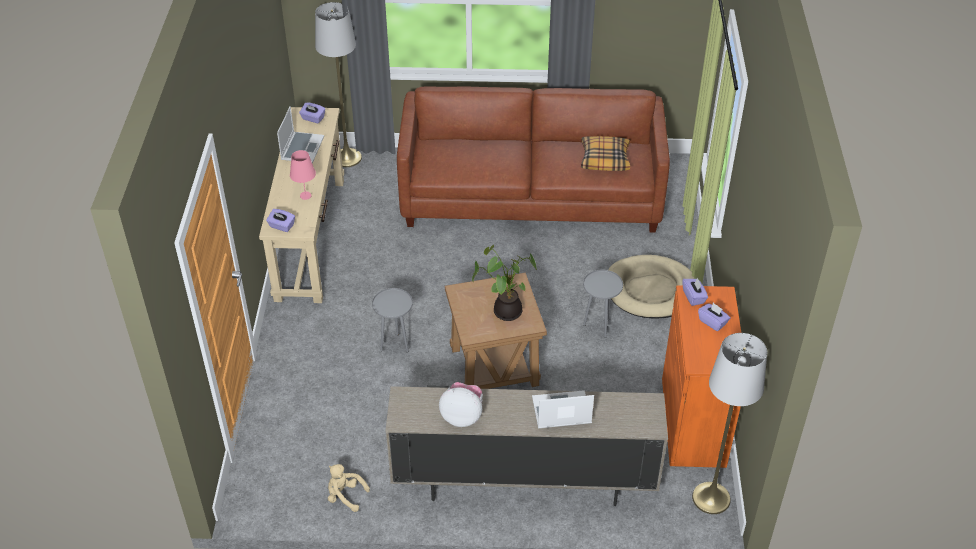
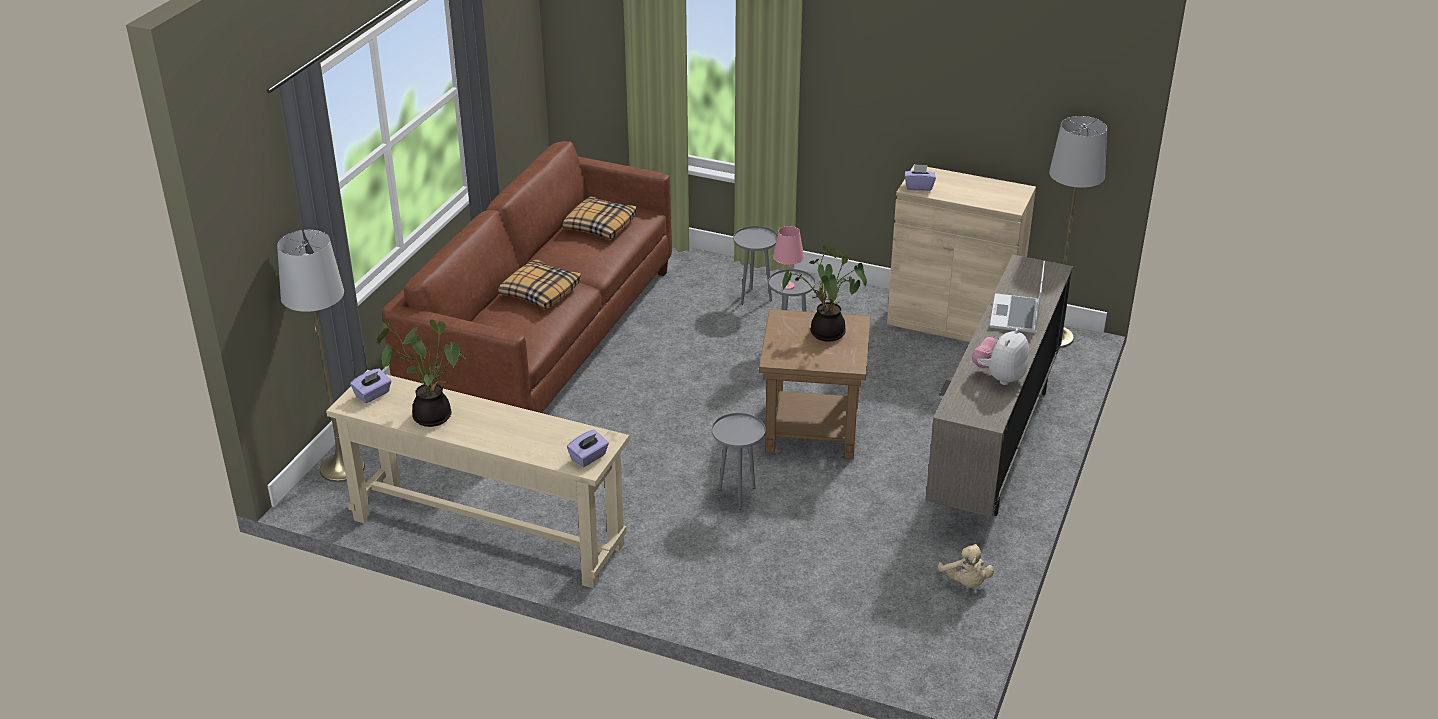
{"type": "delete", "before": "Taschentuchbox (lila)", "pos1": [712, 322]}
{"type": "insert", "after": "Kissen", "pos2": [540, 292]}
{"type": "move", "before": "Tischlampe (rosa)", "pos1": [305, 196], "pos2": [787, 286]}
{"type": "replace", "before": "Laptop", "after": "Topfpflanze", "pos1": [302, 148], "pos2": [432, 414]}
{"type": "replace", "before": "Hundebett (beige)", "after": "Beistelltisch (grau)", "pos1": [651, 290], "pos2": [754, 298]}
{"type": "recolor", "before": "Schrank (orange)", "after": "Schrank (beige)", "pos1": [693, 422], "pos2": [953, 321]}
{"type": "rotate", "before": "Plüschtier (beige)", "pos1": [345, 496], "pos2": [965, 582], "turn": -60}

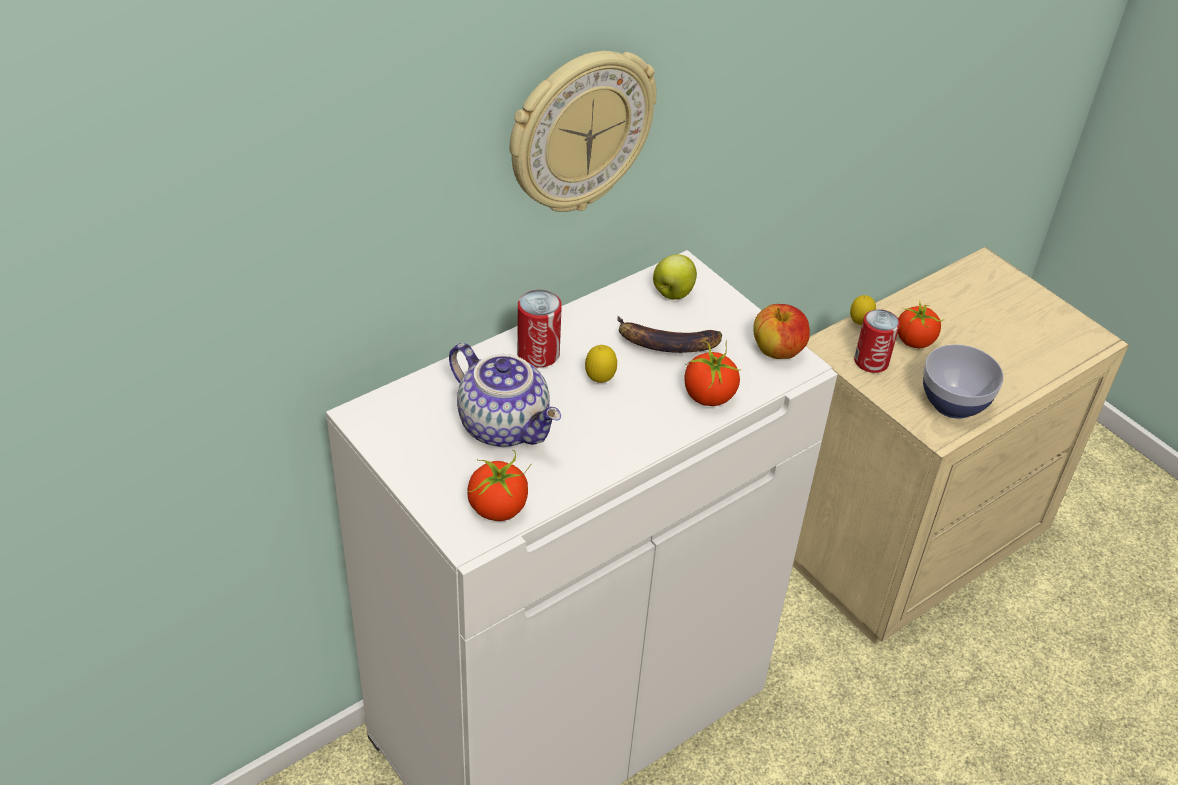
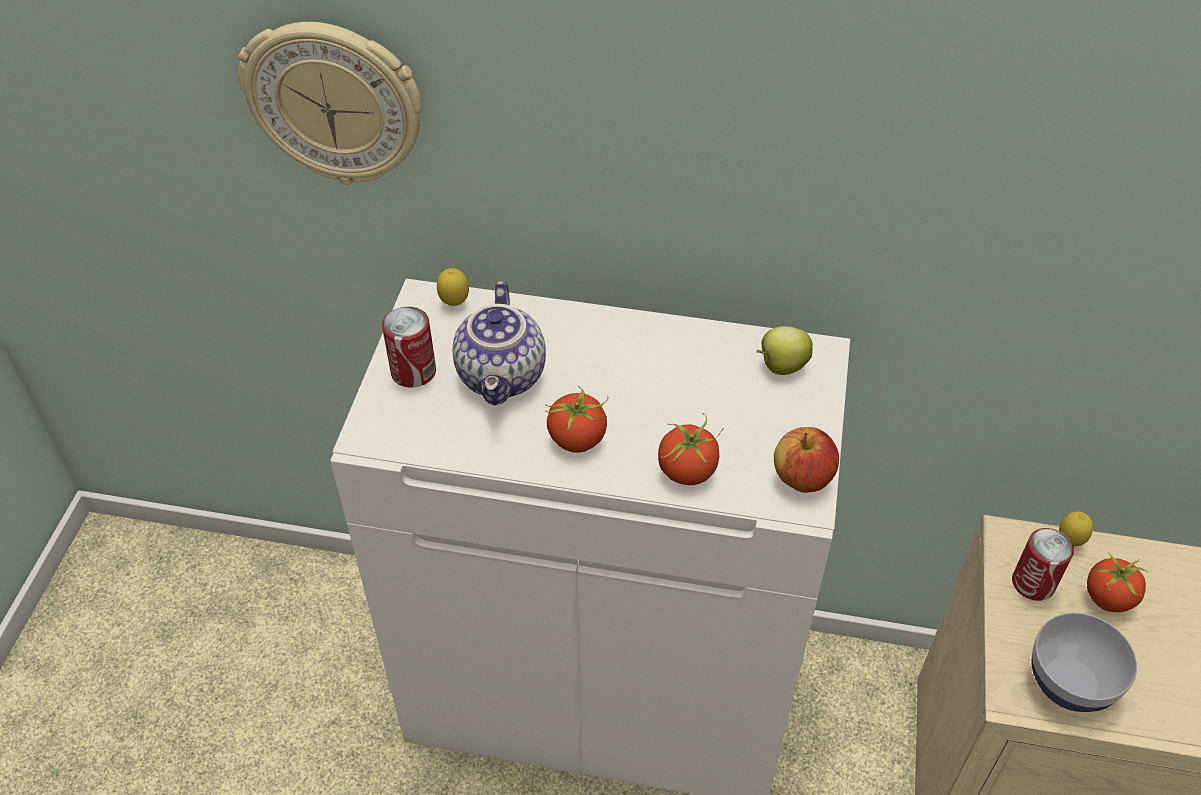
{"type": "delete", "before": "Banane", "pos1": [666, 343]}
{"type": "move", "before": "Tomate", "pos1": [498, 508], "pos2": [578, 439]}
{"type": "move", "before": "Wanduhr", "pos1": [579, 131], "pos2": [335, 103]}
{"type": "move", "before": "Dose", "pos1": [538, 354], "pos2": [413, 372]}
{"type": "move", "before": "Zitrone", "pos1": [600, 381], "pos2": [454, 303]}

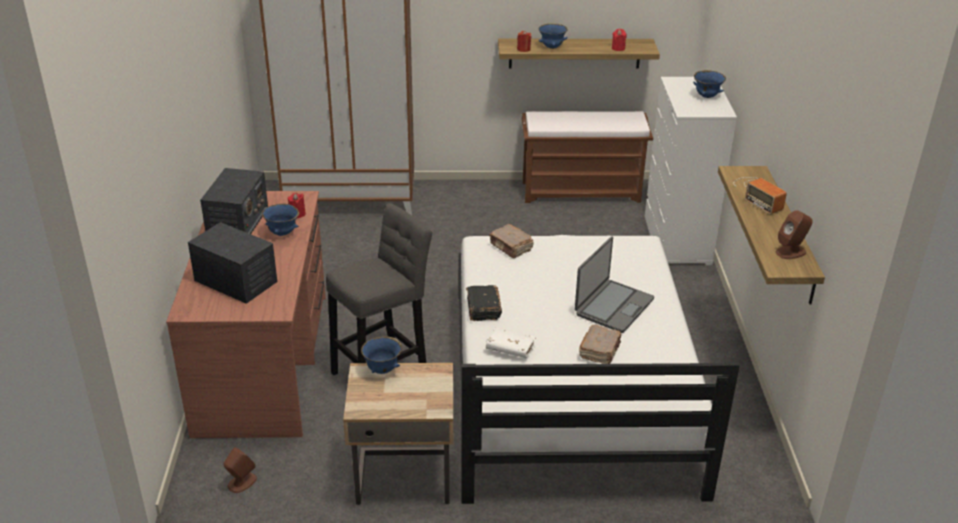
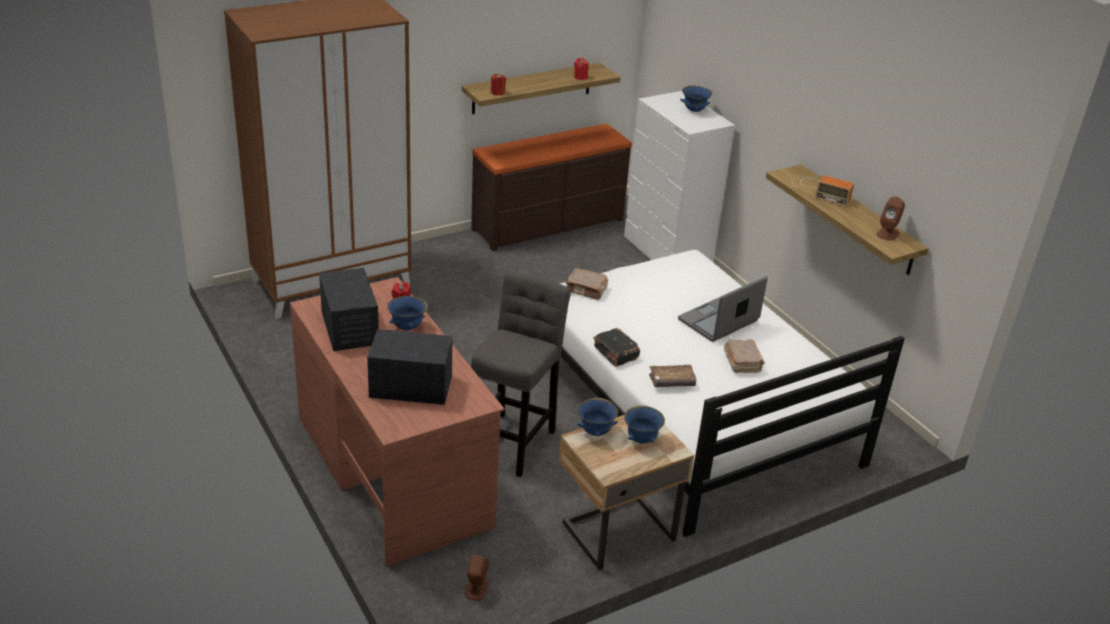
{"type": "move", "before": "Schüssel (blau)", "pos1": [552, 47], "pos2": [641, 439]}
{"type": "replace", "before": "Bank (braun)", "after": "Kommode (braun)", "pos1": [582, 191], "pos2": [549, 225]}
{"type": "recolor", "before": "Buch (weiß)", "after": "Buch (braun)", "pos1": [510, 348], "pos2": [671, 382]}
{"type": "rotate", "before": "Laptop", "pos1": [613, 306], "pos2": [719, 321], "turn": -135}

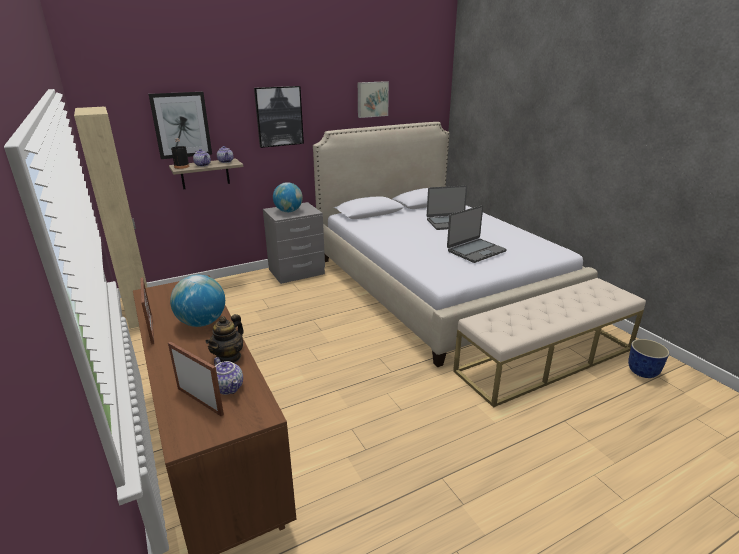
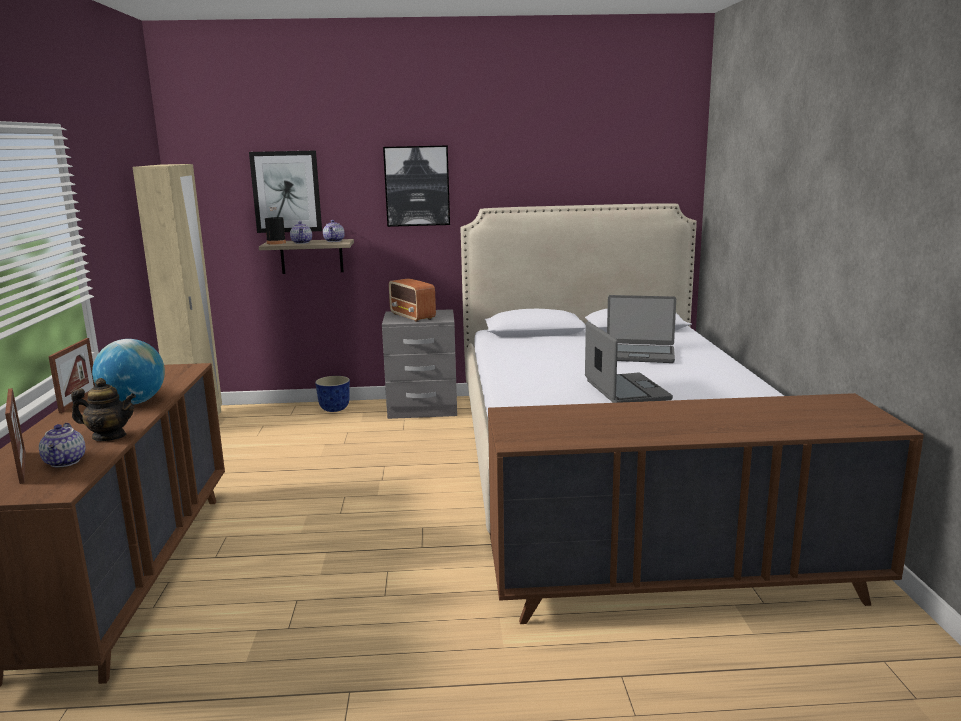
{"type": "delete", "before": "Bild", "pos1": [372, 99]}
{"type": "move", "before": "Pflanzkübel", "pos1": [642, 372], "pos2": [334, 409]}
{"type": "replace", "before": "Globus", "after": "Radio", "pos1": [288, 211], "pos2": [412, 316]}
{"type": "replace", "before": "Bank (beige)", "after": "Kommode (braun)", "pos1": [545, 360], "pos2": [683, 586]}
{"type": "rotate", "before": "Teekanne", "pos1": [229, 357], "pos2": [109, 436], "turn": -135}
{"type": "rotate", "before": "Laptop", "pos1": [475, 251], "pos2": [625, 390], "turn": -90}

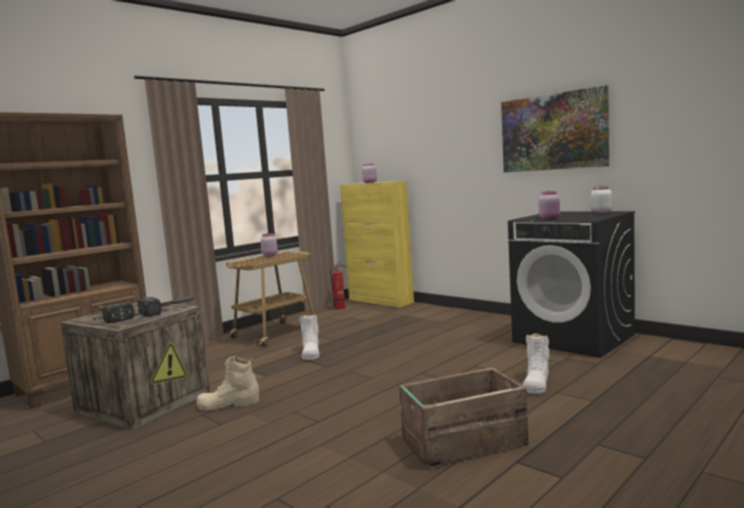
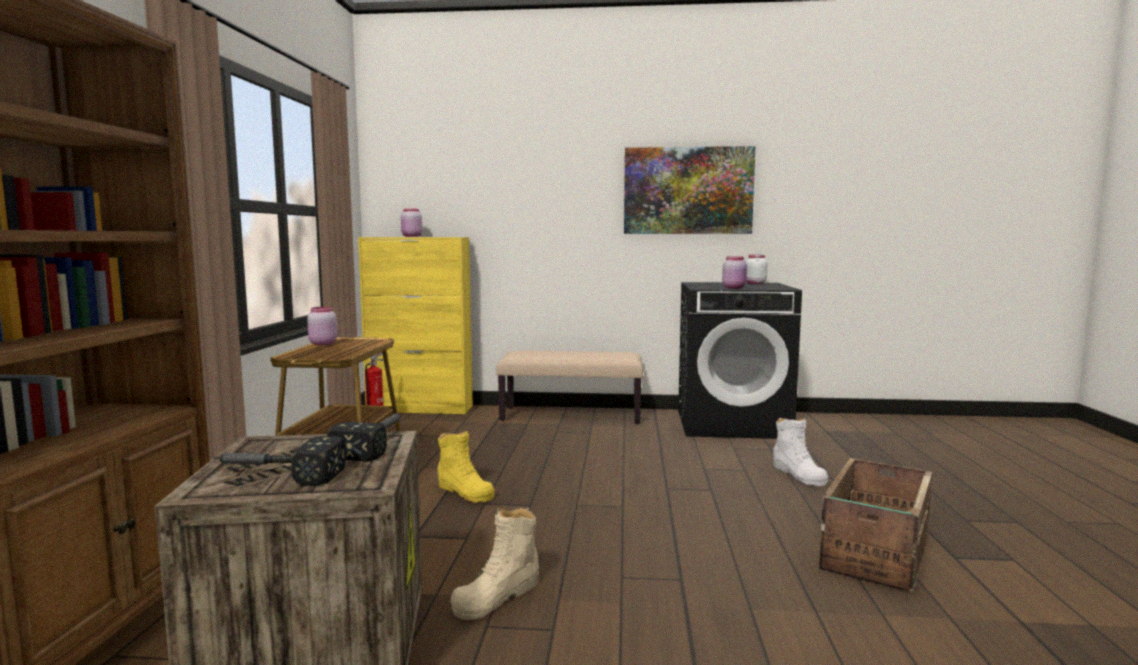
{"type": "insert", "after": "Bank (beige)", "pos2": [571, 415]}
{"type": "recolor", "before": "Stiefel (weiß)", "after": "Stiefel (gelb)", "pos1": [311, 353], "pos2": [465, 491]}

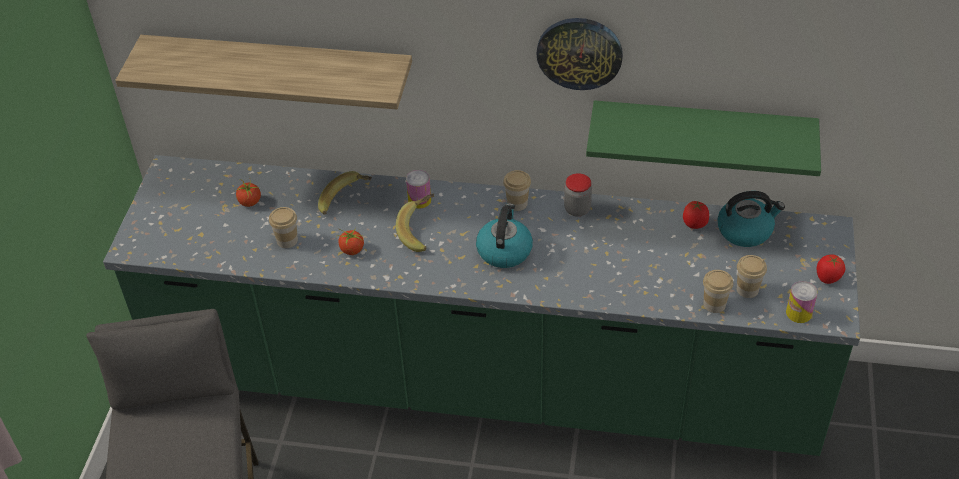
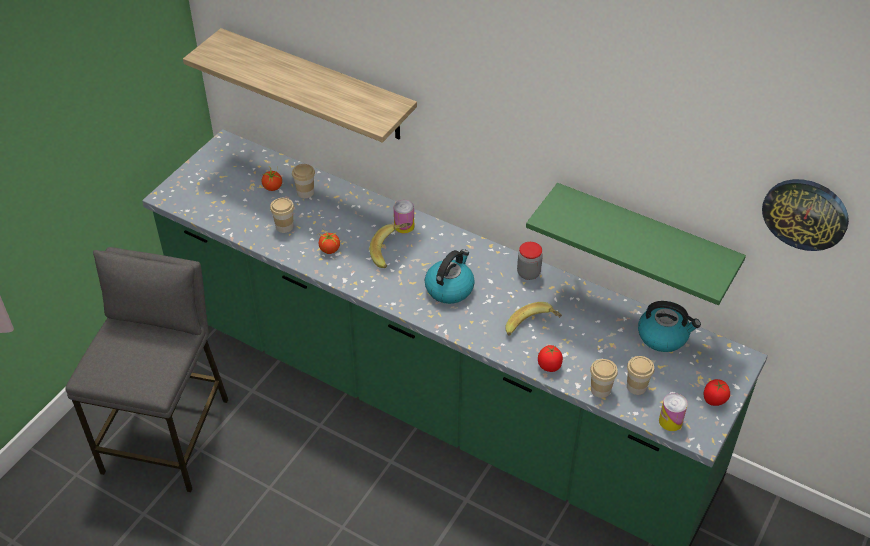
{"type": "move", "before": "Banane", "pos1": [346, 201], "pos2": [533, 329]}
{"type": "move", "before": "Tasse", "pos1": [517, 203], "pos2": [305, 192]}
{"type": "move", "before": "Wanduhr", "pos1": [579, 52], "pos2": [805, 213]}
{"type": "move", "before": "Tomate", "pos1": [695, 224], "pos2": [549, 366]}

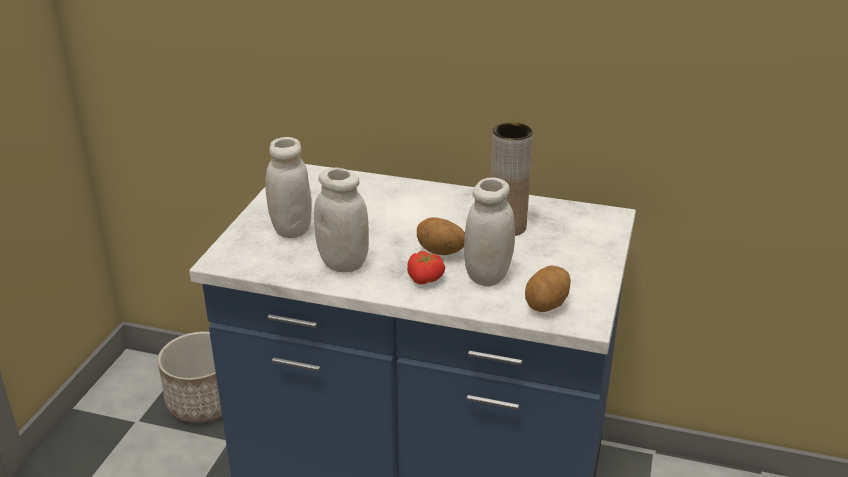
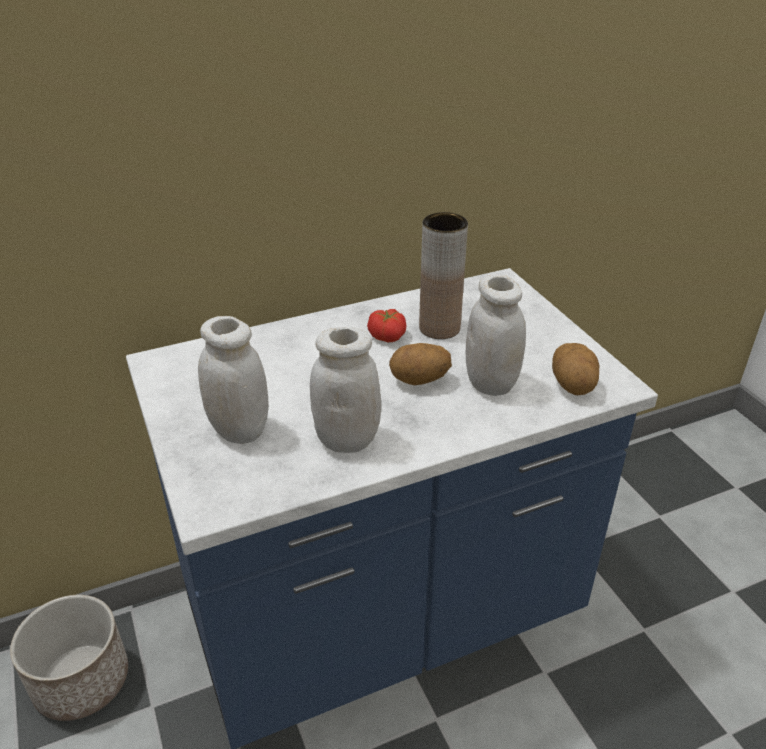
{"type": "move", "before": "Tomate", "pos1": [426, 278], "pos2": [388, 336]}

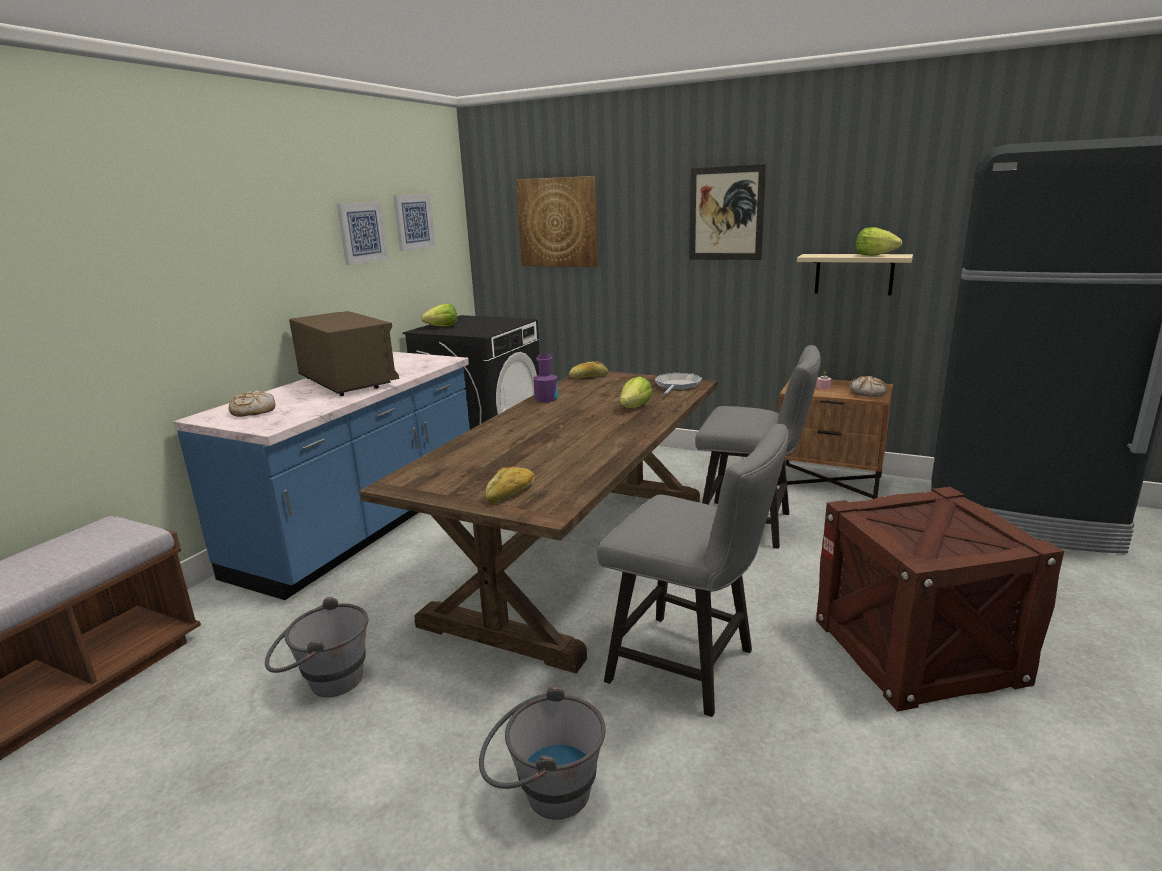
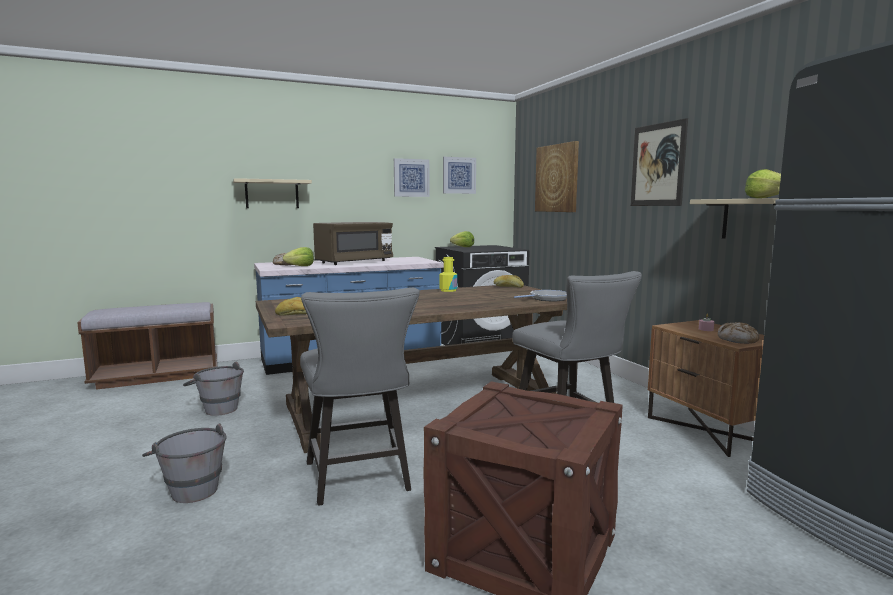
{"type": "insert", "after": "Wandregal (beige)", "pos2": [272, 194]}
{"type": "move", "before": "Salatkopf", "pos1": [635, 407], "pos2": [300, 266]}
{"type": "recolor", "before": "Flasche (lila)", "after": "Flasche (gelb)", "pos1": [546, 399], "pos2": [448, 290]}
{"type": "rotate", "before": "Mikrowelle (braun)", "pos1": [347, 382], "pos2": [354, 262], "turn": 45}

